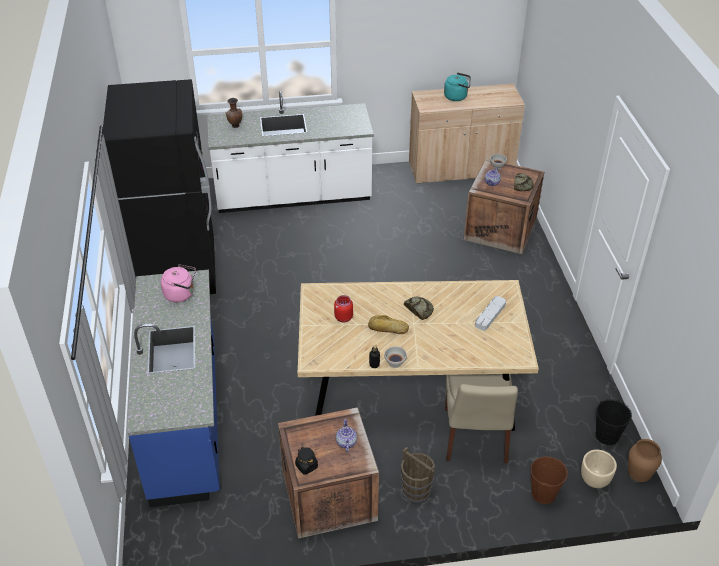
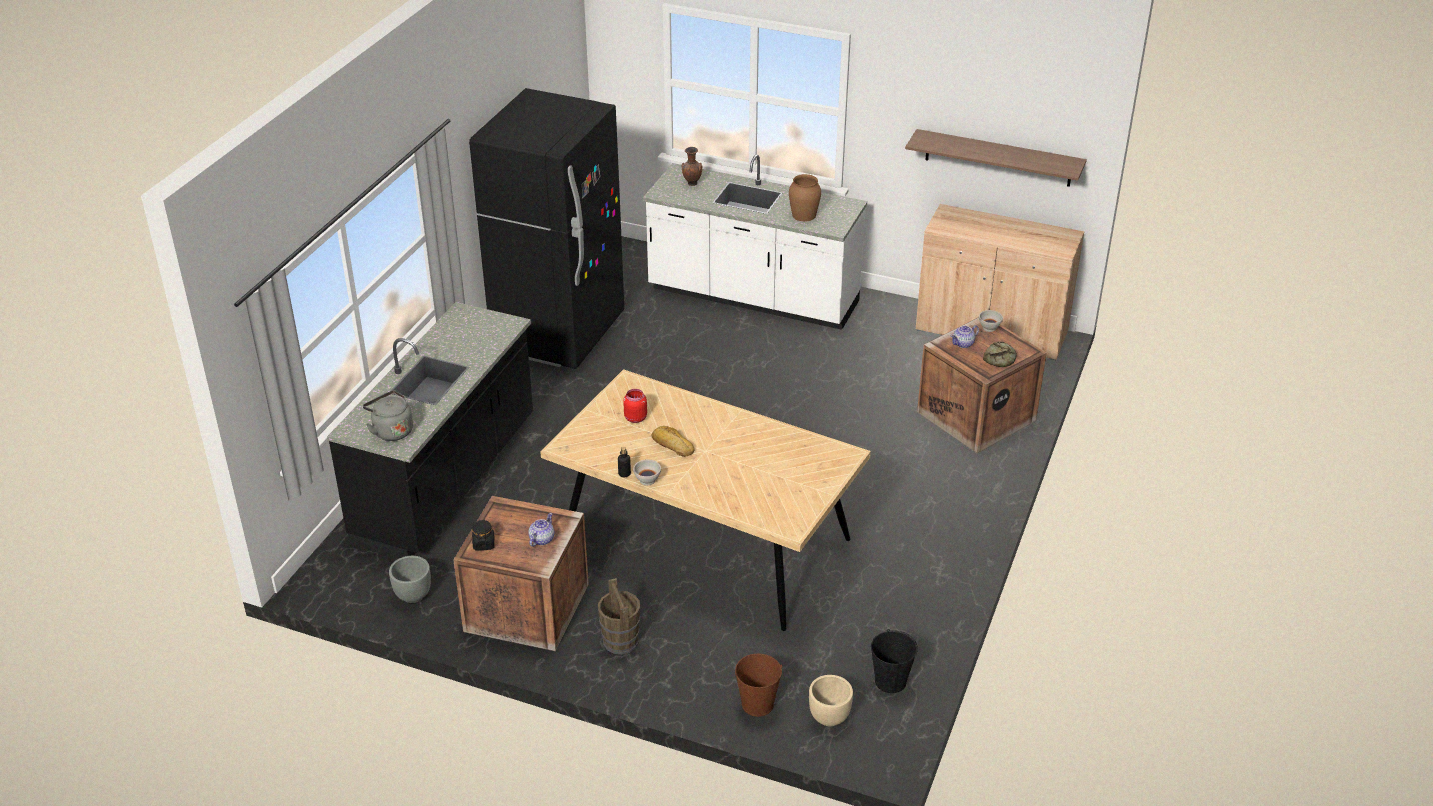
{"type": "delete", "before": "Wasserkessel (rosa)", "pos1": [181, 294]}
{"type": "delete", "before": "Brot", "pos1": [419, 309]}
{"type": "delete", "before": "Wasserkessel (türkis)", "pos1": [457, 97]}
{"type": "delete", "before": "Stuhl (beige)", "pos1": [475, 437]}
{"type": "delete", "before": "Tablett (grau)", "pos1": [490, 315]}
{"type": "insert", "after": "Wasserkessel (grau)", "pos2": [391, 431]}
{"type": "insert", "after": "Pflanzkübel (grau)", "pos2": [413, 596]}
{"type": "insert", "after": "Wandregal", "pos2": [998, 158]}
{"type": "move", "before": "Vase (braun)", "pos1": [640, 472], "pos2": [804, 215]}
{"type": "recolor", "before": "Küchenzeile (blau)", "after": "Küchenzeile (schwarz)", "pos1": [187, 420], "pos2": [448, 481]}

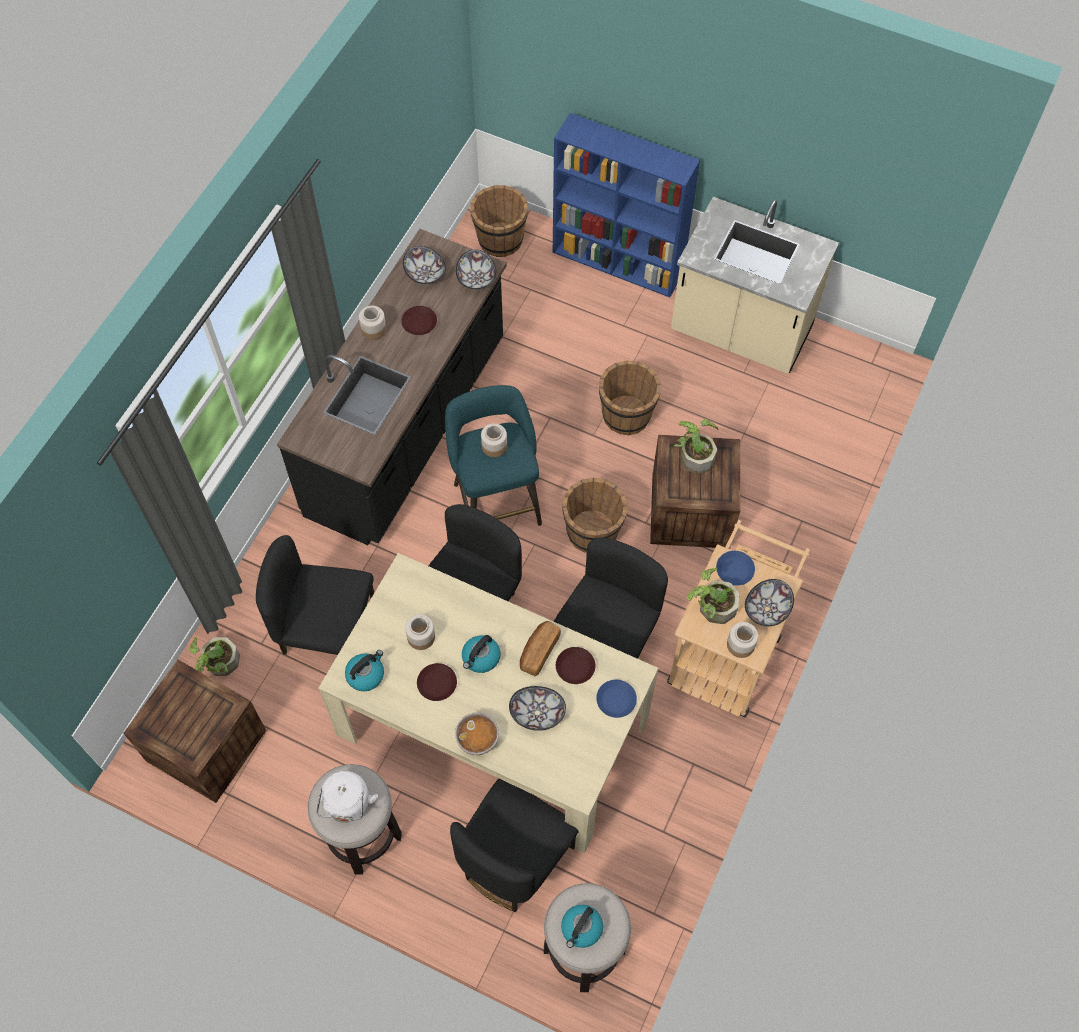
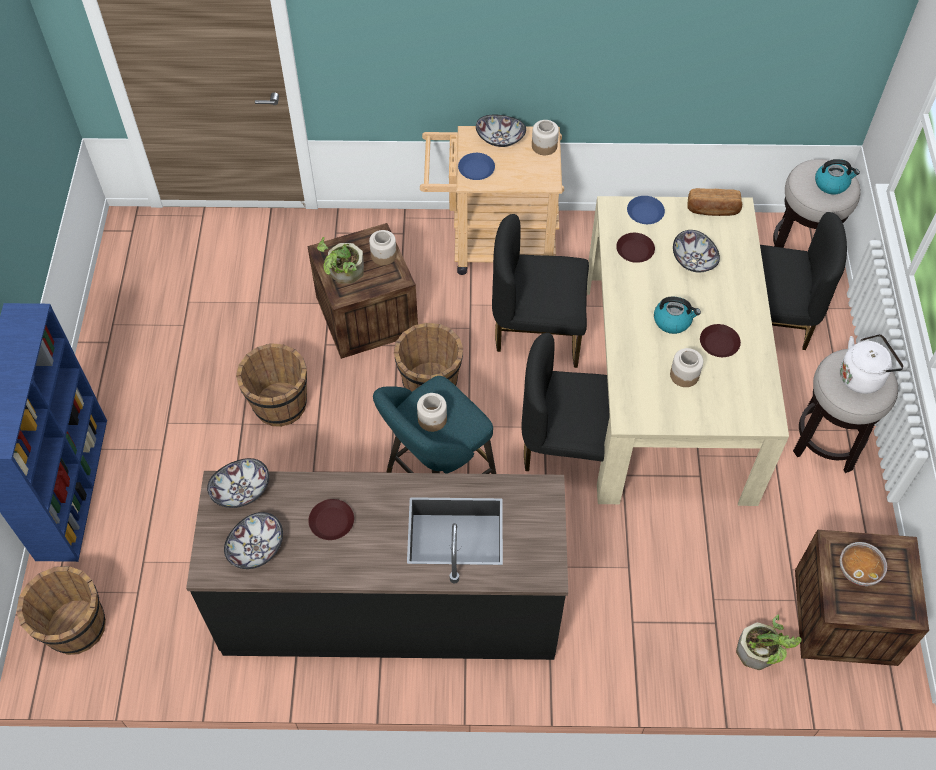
{"type": "delete", "before": "Stuhl (schwarz)", "pos1": [328, 634]}
{"type": "delete", "before": "Wasserkessel", "pos1": [366, 674]}
{"type": "delete", "before": "Küchenzeile (beige)", "pos1": [740, 332]}
{"type": "delete", "before": "Topfpflanze", "pos1": [712, 607]}
{"type": "move", "before": "Vorratsglas", "pos1": [373, 330], "pos2": [384, 255]}
{"type": "move", "before": "Schüssel", "pos1": [478, 739], "pos2": [858, 570]}
{"type": "move", "before": "Brot", "pos1": [538, 651], "pos2": [712, 210]}

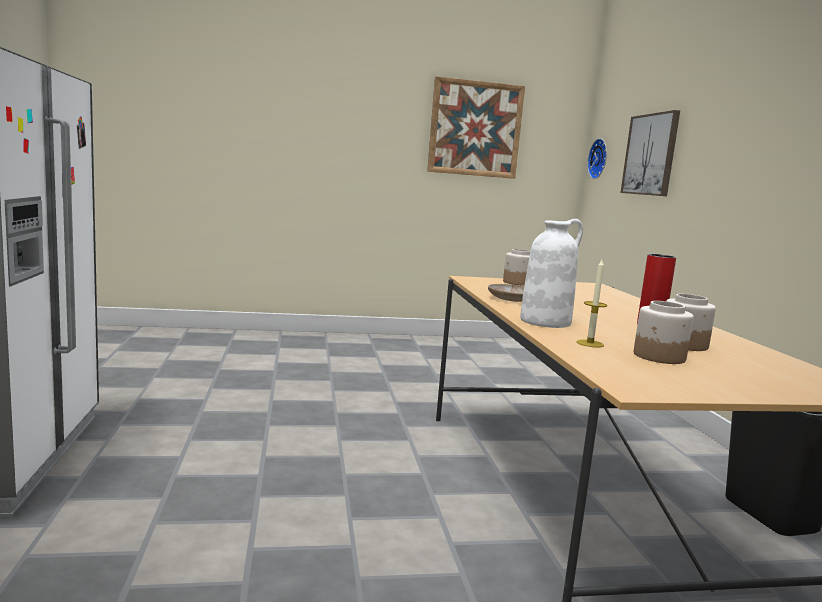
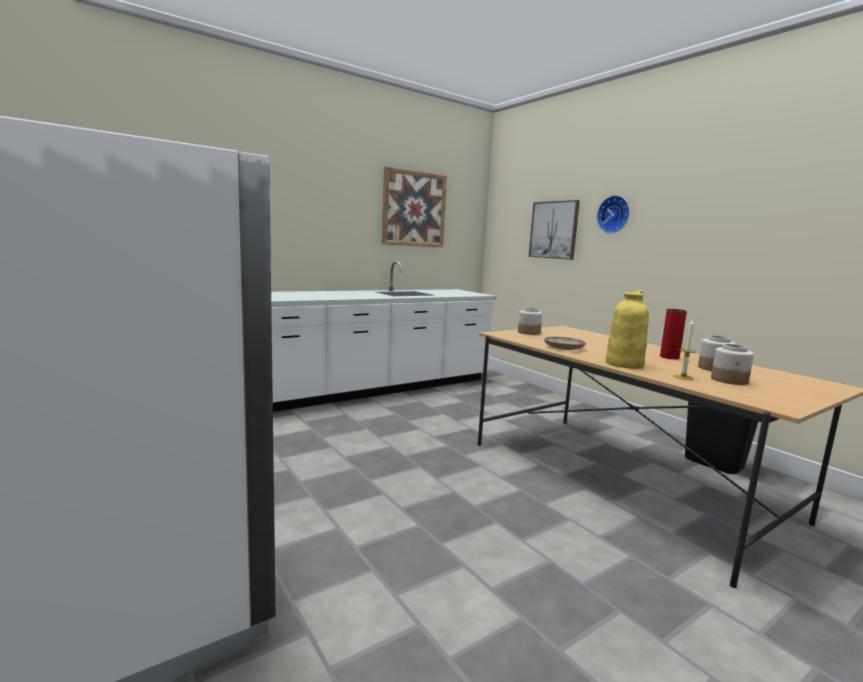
{"type": "insert", "after": "Küchenzeile (weiß)", "pos2": [373, 389]}
{"type": "move", "before": "Wanduhr", "pos1": [600, 159], "pos2": [614, 214]}
{"type": "recolor", "before": "Vase (weiß)", "after": "Vase (gelb)", "pos1": [545, 321], "pos2": [624, 364]}

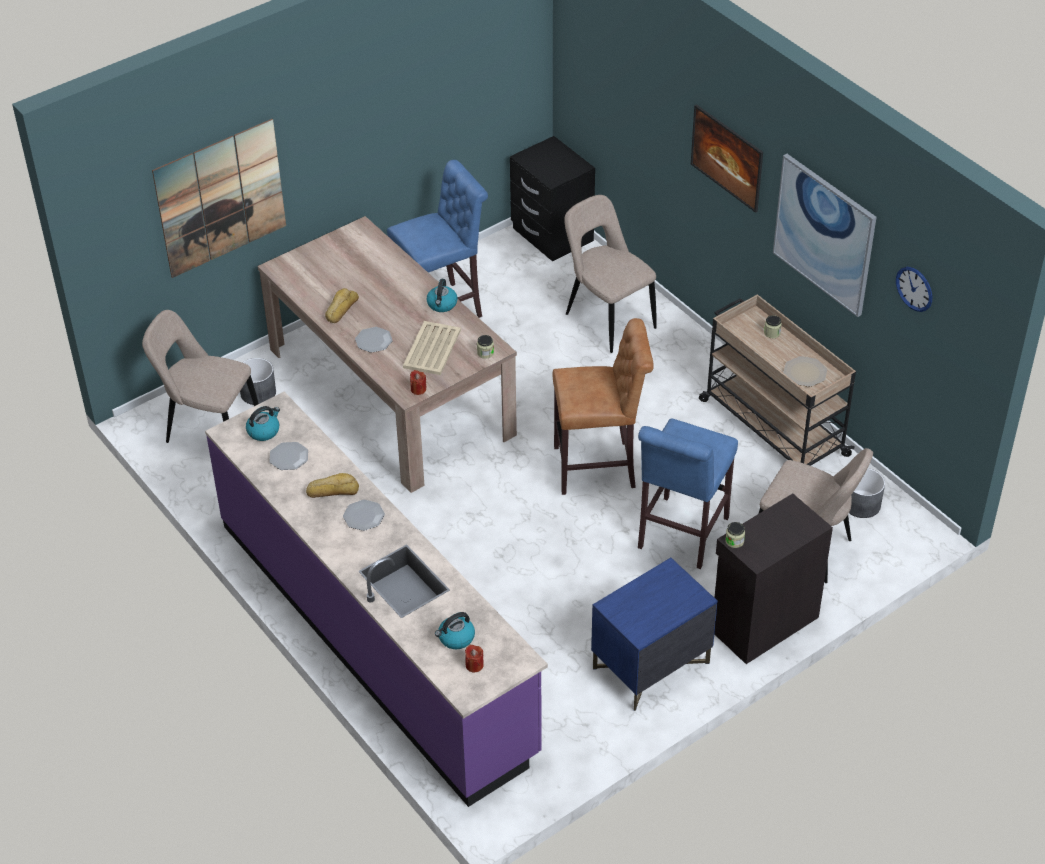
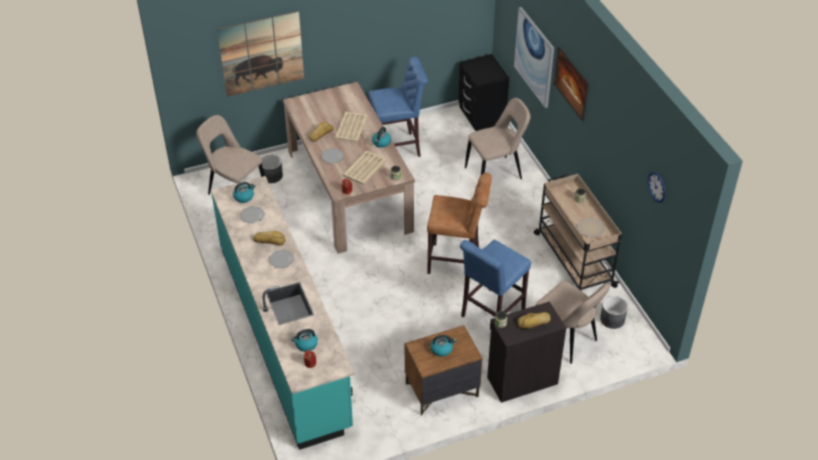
{"type": "insert", "after": "Tablett (beige)", "pos2": [351, 127]}
{"type": "insert", "after": "Wasserkessel", "pos2": [442, 349]}
{"type": "insert", "after": "Brot", "pos2": [534, 323]}
{"type": "move", "before": "Bild", "pos1": [824, 234], "pos2": [534, 57]}
{"type": "recolor", "before": "Küchenzeile (lila)", "after": "Küchenzeile (türkis)", "pos1": [376, 636], "pos2": [284, 334]}
{"type": "recolor", "before": "Nachttisch (blau)", "after": "Nachttisch (braun)", "pos1": [650, 666], "pos2": [441, 390]}
{"type": "rotate", "before": "Stuhl (beige)", "pos1": [607, 319], "pos2": [496, 172], "turn": 90}

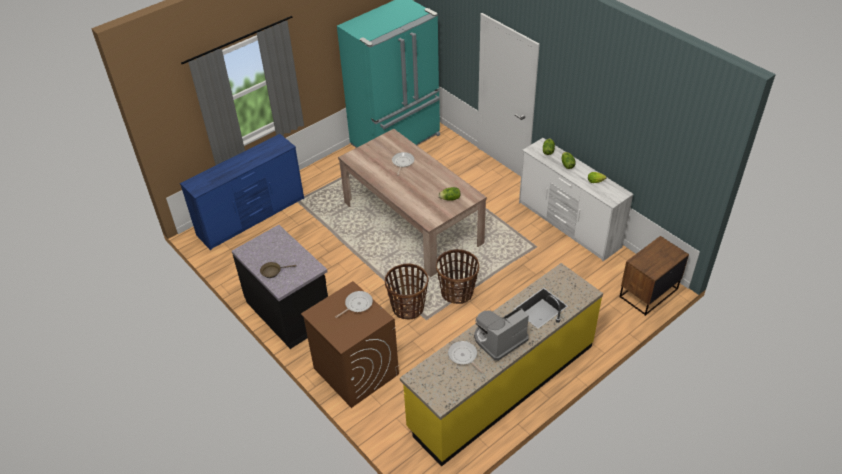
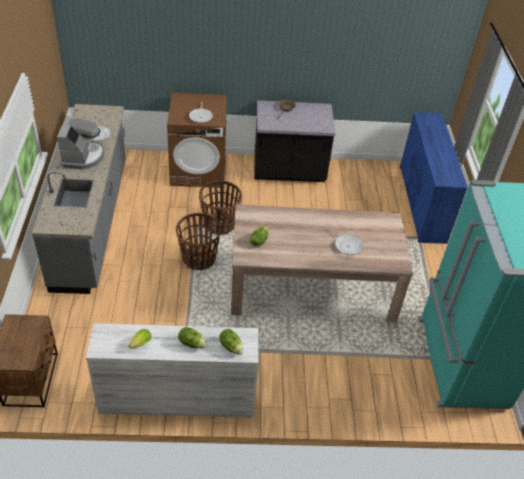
{"type": "recolor", "before": "Küchenzeile (gelb)", "after": "Küchenzeile (grau)", "pos1": [502, 386], "pos2": [92, 222]}

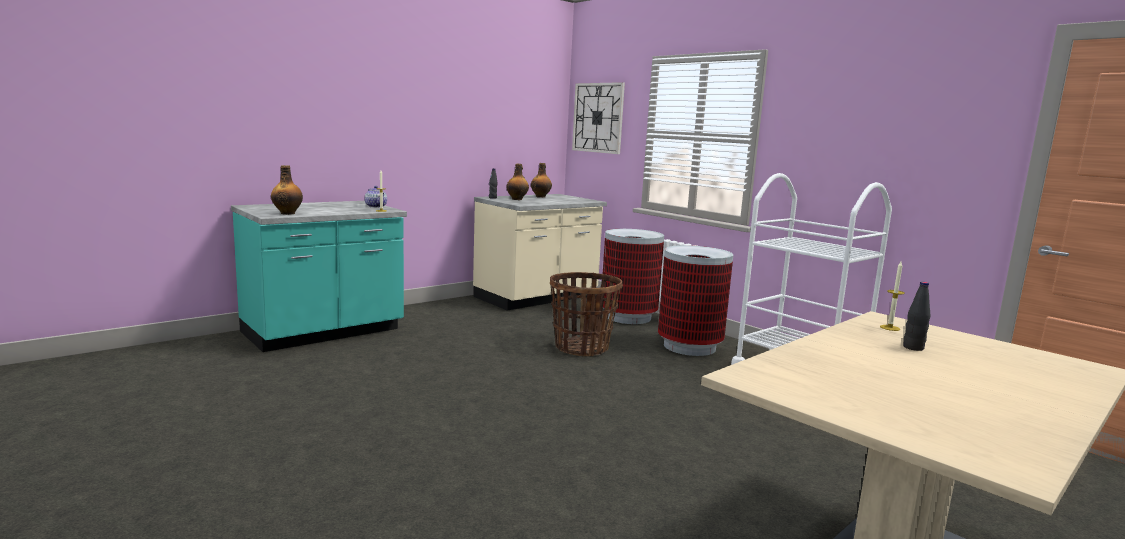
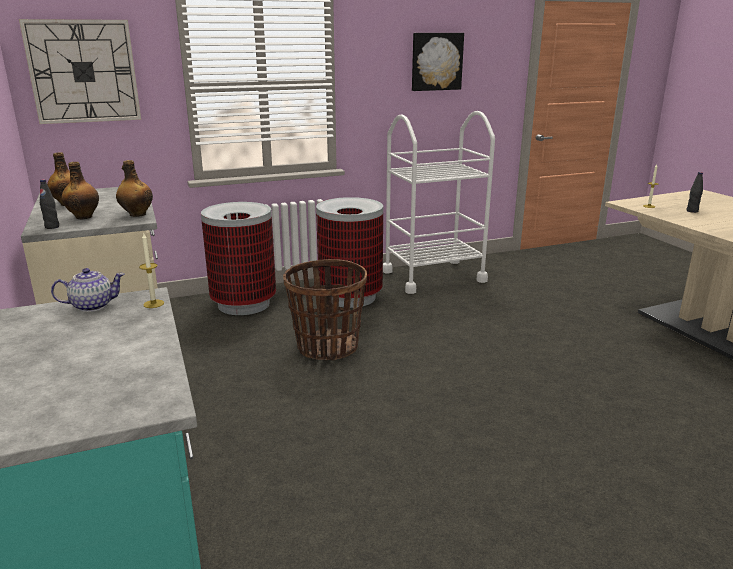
{"type": "insert", "after": "Bild", "pos2": [436, 61]}
{"type": "move", "before": "Flasche", "pos1": [288, 213], "pos2": [137, 214]}

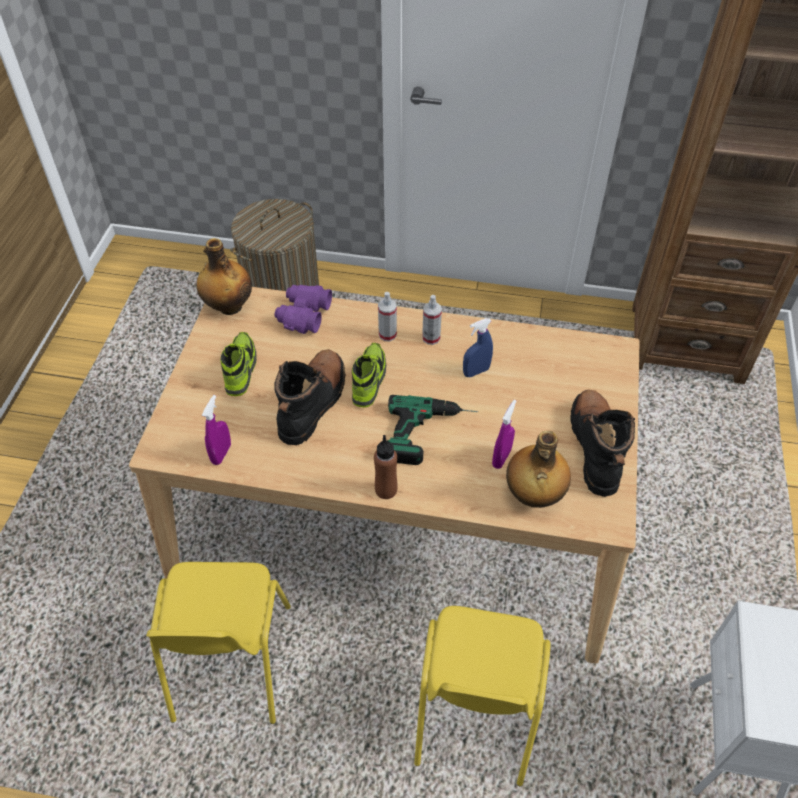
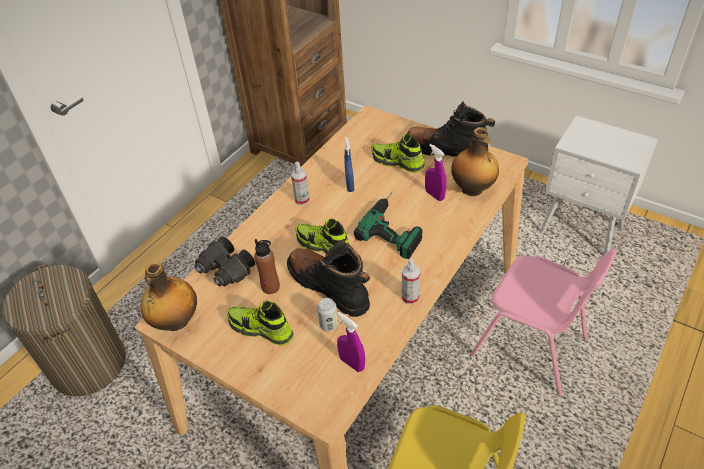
{"type": "insert", "after": "Dose", "pos2": [329, 325]}
{"type": "insert", "after": "Schuh", "pos2": [397, 162]}
{"type": "move", "before": "Flasche (braun)", "pos1": [386, 490], "pos2": [270, 287]}
{"type": "move", "before": "Sprühflasche", "pos1": [387, 335], "pos2": [410, 297]}
{"type": "recolor", "before": "Fernglas (lila)", "after": "Fernglas (schwarz)", "pos1": [303, 315], "pos2": [225, 270]}
{"type": "recolor", "before": "Stuhl (gelb)", "after": "Stuhl (rosa)", "pos1": [474, 712], "pos2": [530, 348]}

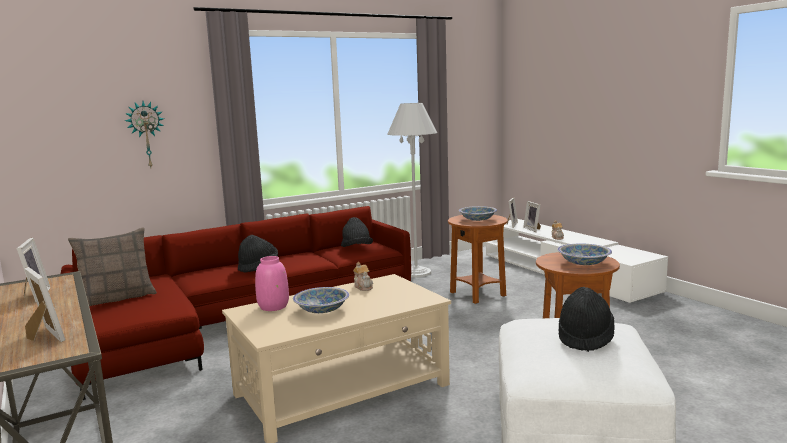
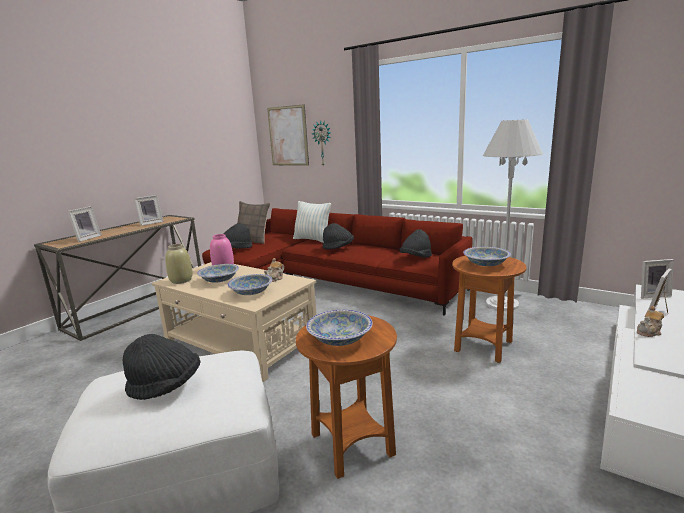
{"type": "insert", "after": "Vase (beige)", "pos2": [181, 280]}
{"type": "insert", "after": "Hut (schwarz)", "pos2": [236, 248]}
{"type": "insert", "after": "Schüssel", "pos2": [251, 292]}
{"type": "insert", "after": "Bild", "pos2": [288, 136]}
{"type": "insert", "after": "Kissen", "pos2": [312, 239]}

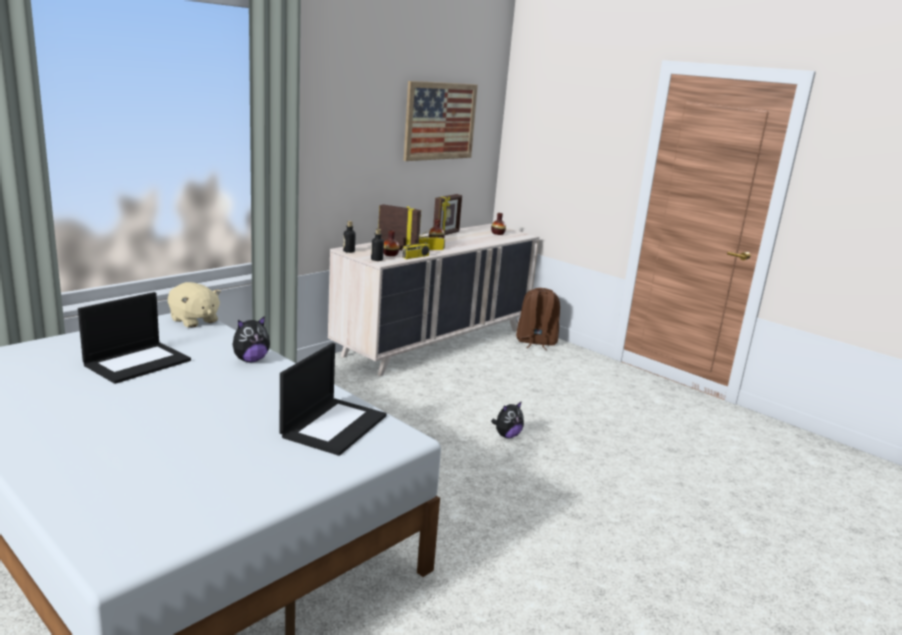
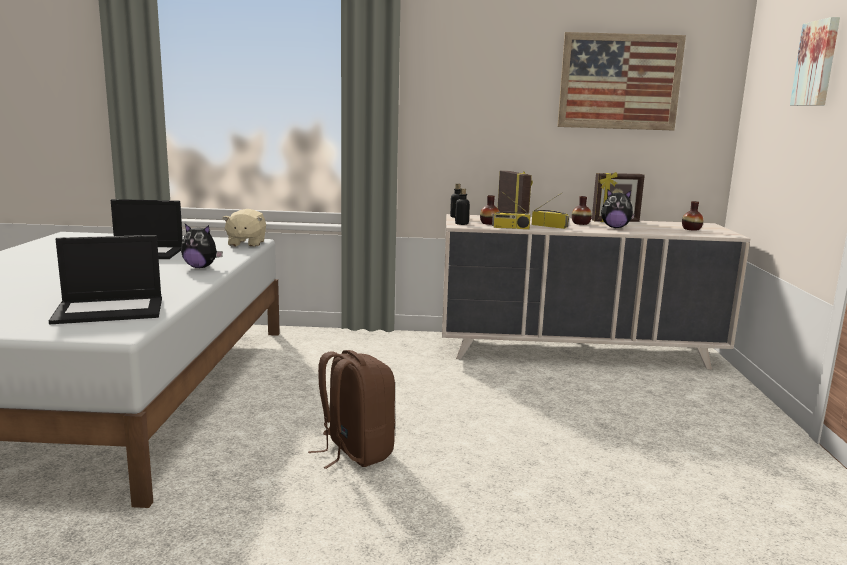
{"type": "insert", "after": "Bild", "pos2": [817, 63]}
{"type": "move", "before": "Plüschtier", "pos1": [507, 435], "pos2": [615, 227]}
{"type": "move", "before": "Rucksack (braun)", "pos1": [536, 342], "pos2": [354, 452]}

